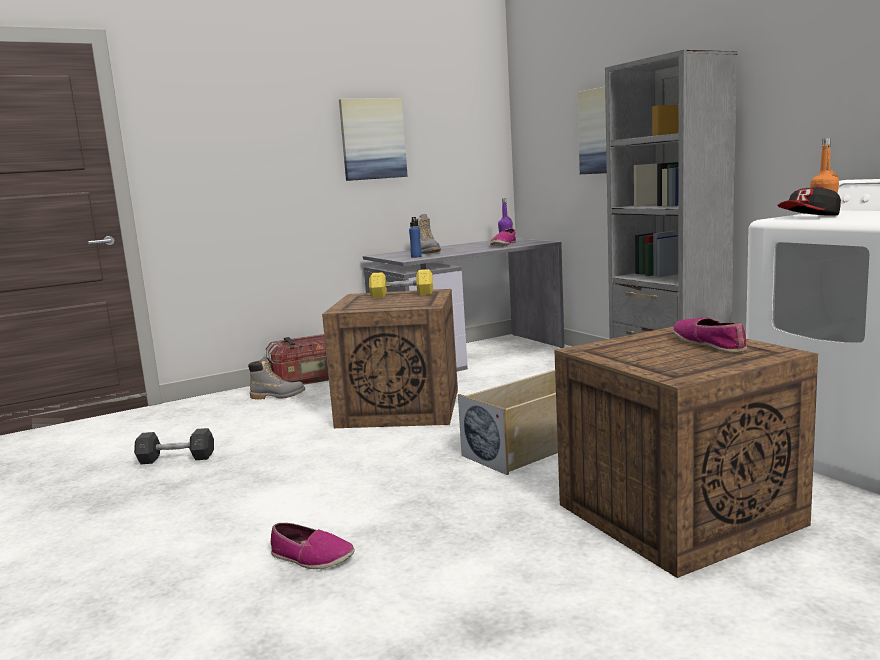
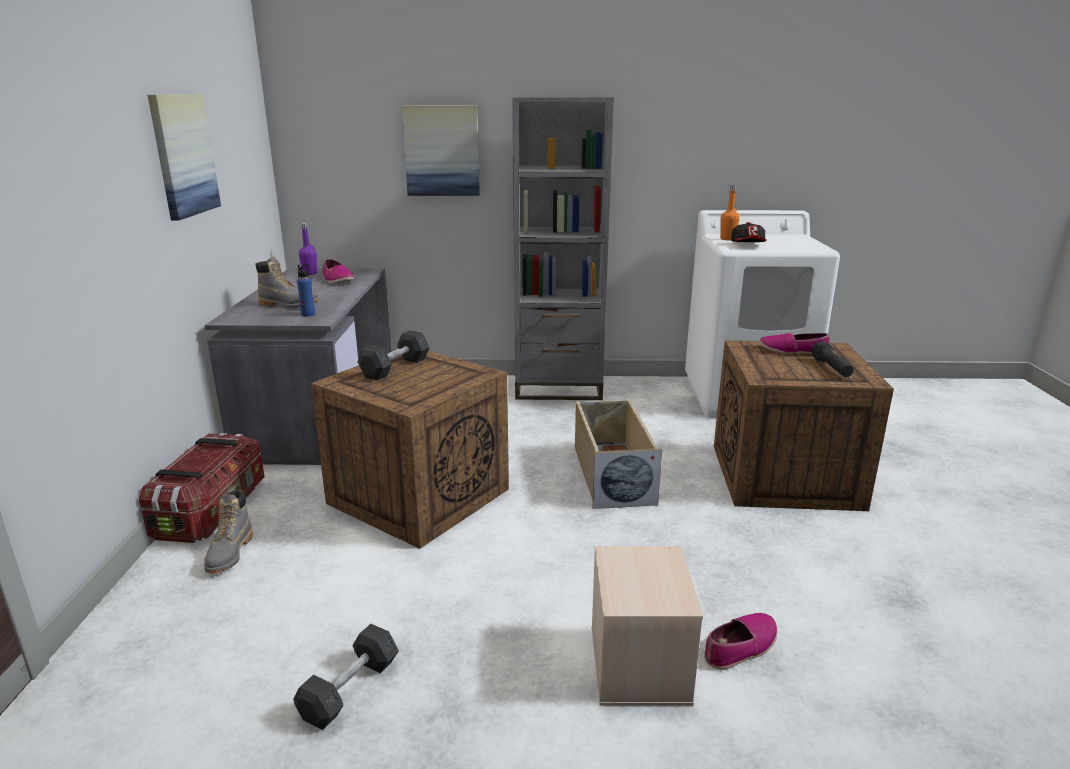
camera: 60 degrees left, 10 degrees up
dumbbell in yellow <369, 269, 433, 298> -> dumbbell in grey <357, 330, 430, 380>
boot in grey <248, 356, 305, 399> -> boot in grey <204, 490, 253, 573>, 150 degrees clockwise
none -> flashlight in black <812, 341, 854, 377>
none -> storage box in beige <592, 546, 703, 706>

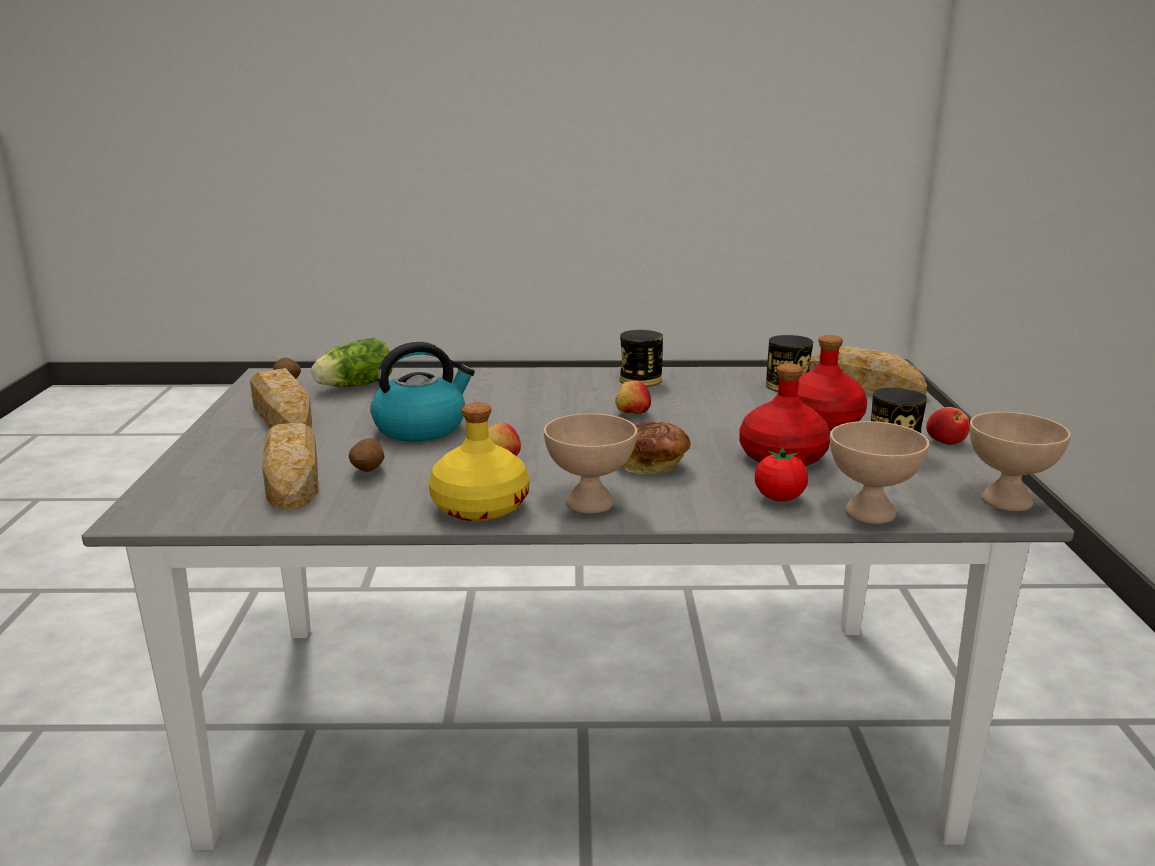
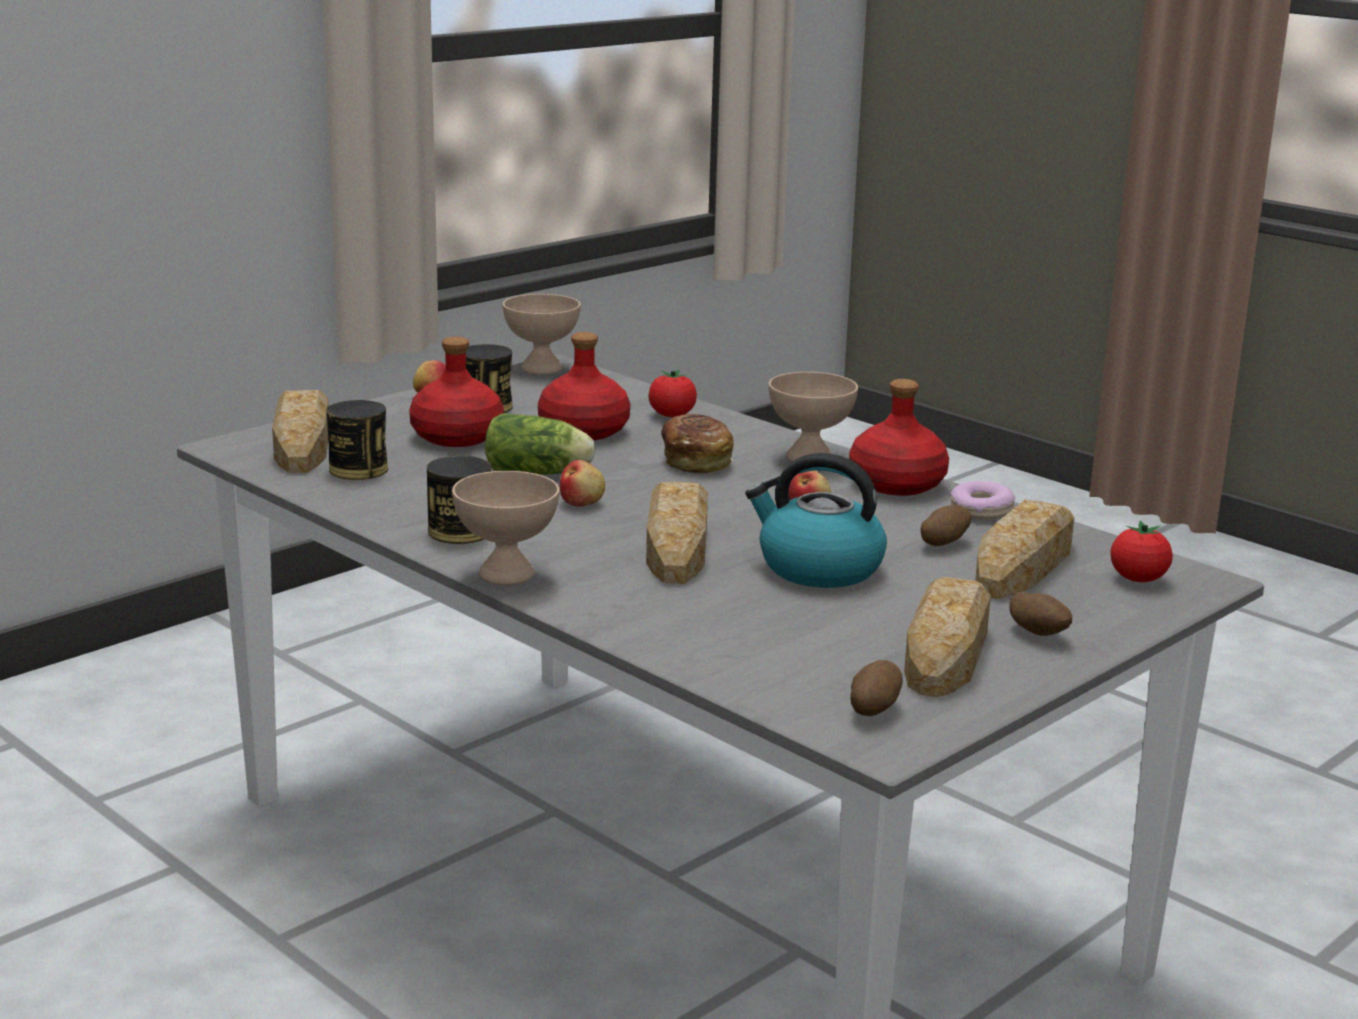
camera: 135 degrees left, 0 degrees up
lettuce <311, 338, 393, 387> -> lettuce <485, 413, 595, 475>, relocated
bottle in yellow <429, 402, 529, 521> -> bottle in red <849, 379, 949, 496>
bowl in beige <830, 421, 929, 524> -> bowl in beige <452, 471, 560, 585>, relocated
none -> donut <950, 481, 1015, 520>
none -> bread <646, 482, 708, 584>
none -> tomato <1111, 521, 1173, 582>
none -> potato <1009, 592, 1072, 636>

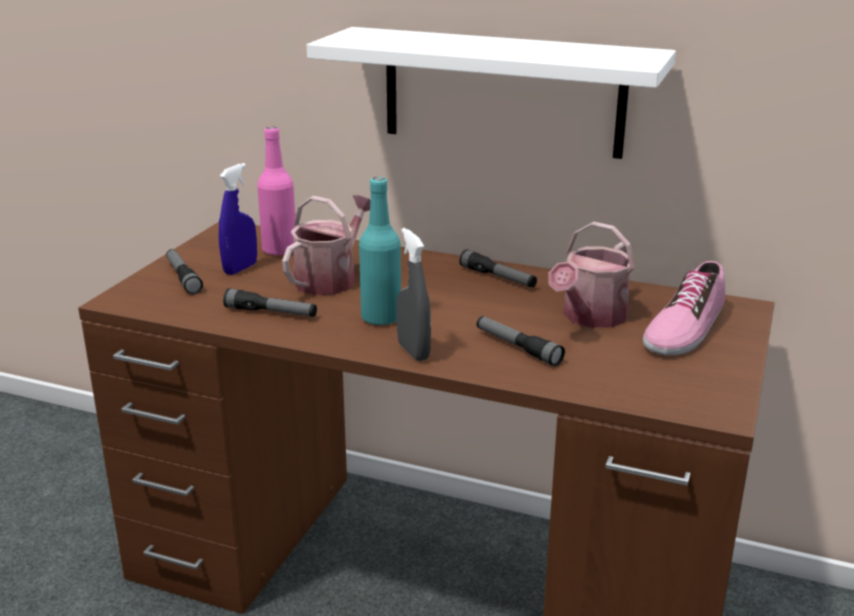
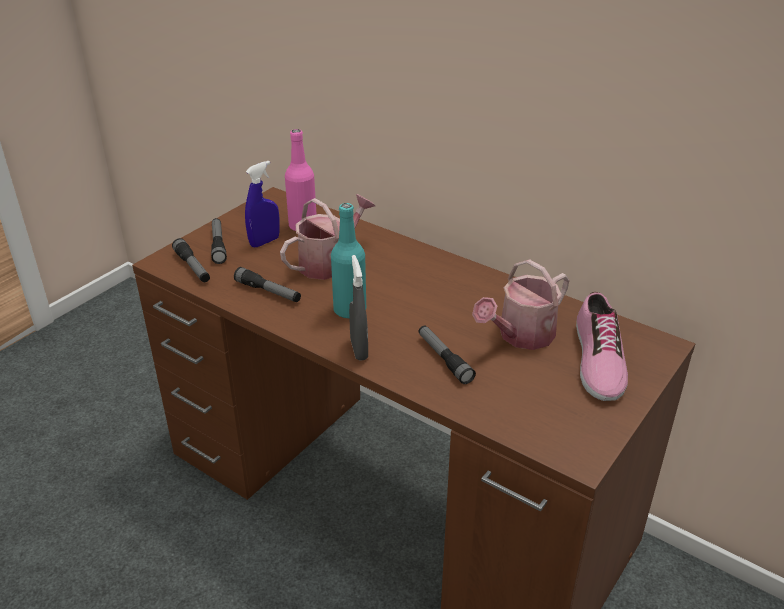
camera: 15 degrees right, 10 degrees up
shelf in white <307, 27, 676, 159> -> none
flashlight <459, 249, 537, 287> -> flashlight <172, 238, 210, 282>, relocated
shoe <643, 260, 725, 355> -> shoe <576, 292, 628, 401>, 45 degrees counterclockwise

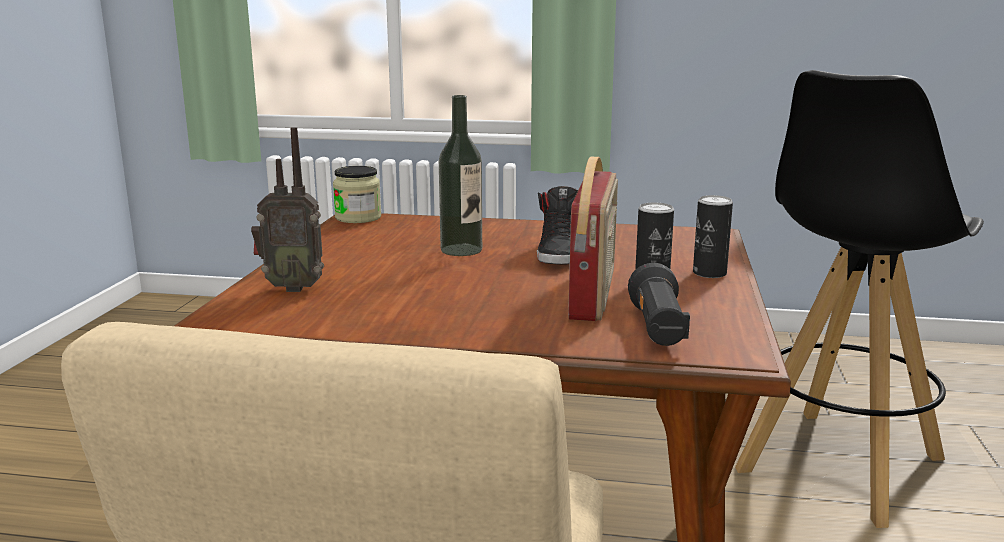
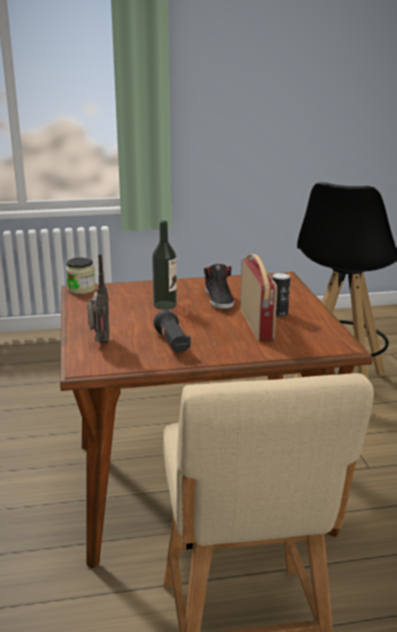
camera: 20 degrees left, 5 degrees up
radio <251, 127, 324, 292> -> radio <87, 254, 109, 343>, 75 degrees counterclockwise
can <693, 195, 733, 278> -> none
flashlight in black <628, 263, 690, 346> -> flashlight in black <153, 310, 190, 353>, relocated

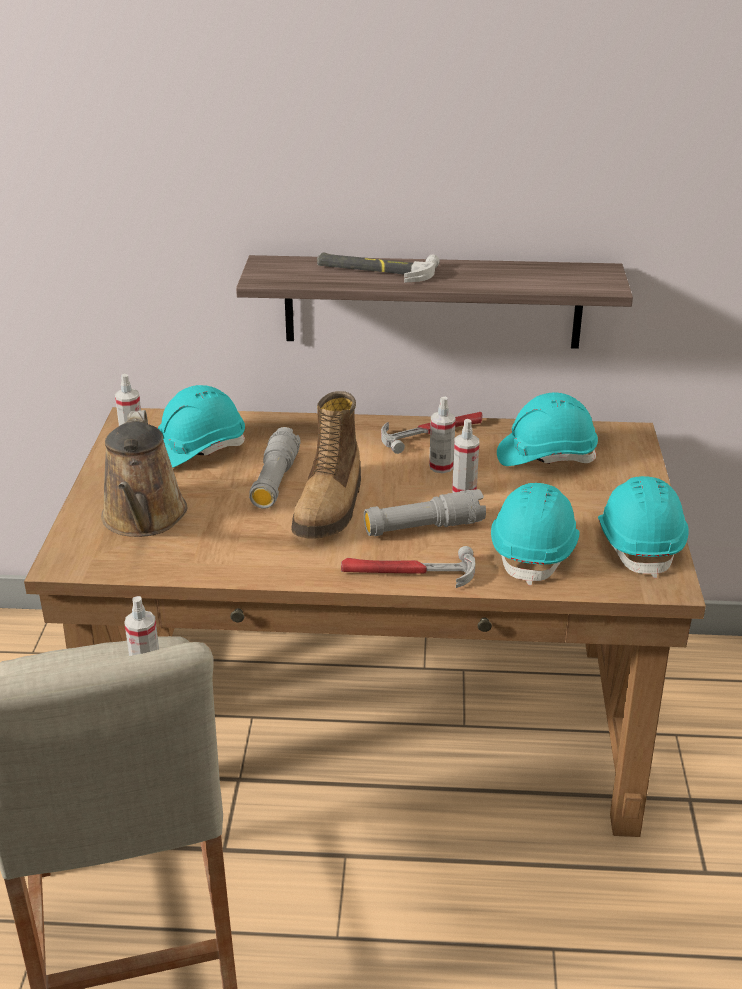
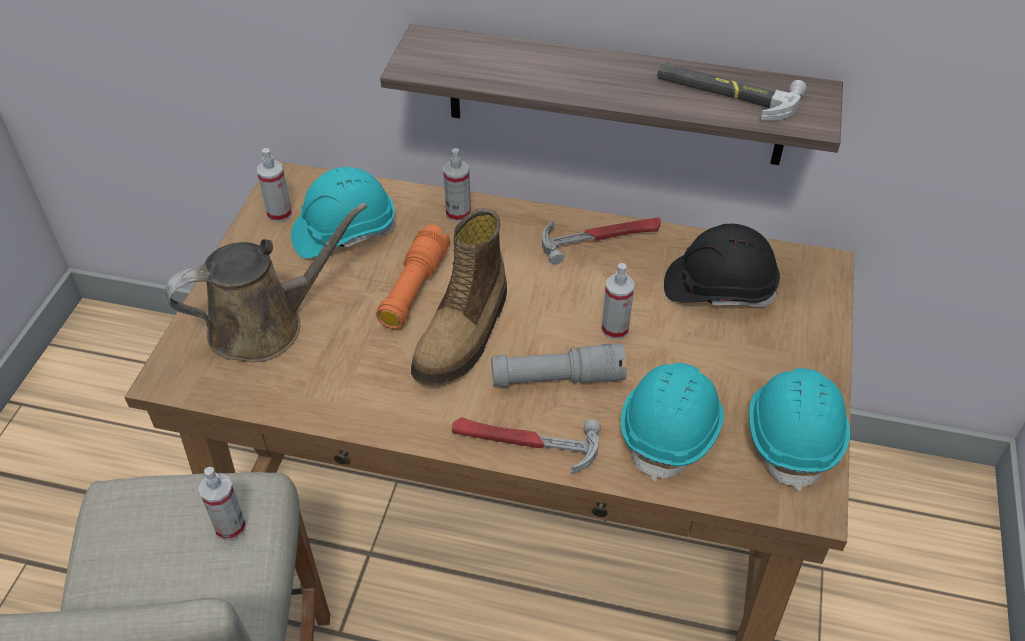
camera: 10 degrees right, 15 degrees up
hammer <317, 252, 440, 282> -> hammer <657, 61, 807, 121>, relocated
hard hat in turquoise <497, 392, 598, 466> -> hard hat in black <664, 224, 780, 307>
spray bottle <429, 397, 456, 473> -> spray bottle <443, 148, 471, 222>, relocated
watering can in brown <101, 410, 187, 537> -> watering can in brown <165, 202, 367, 362>, 120 degrees counterclockwise
flashlight in grey <249, 427, 301, 509> -> flashlight in orange <376, 225, 450, 329>

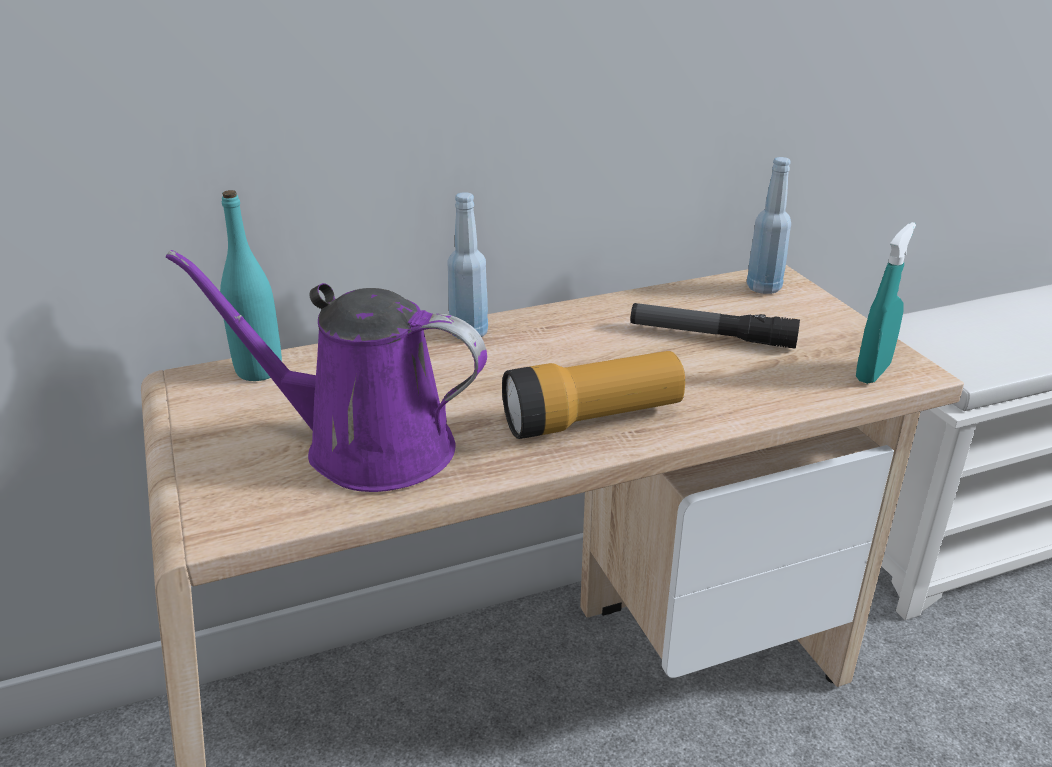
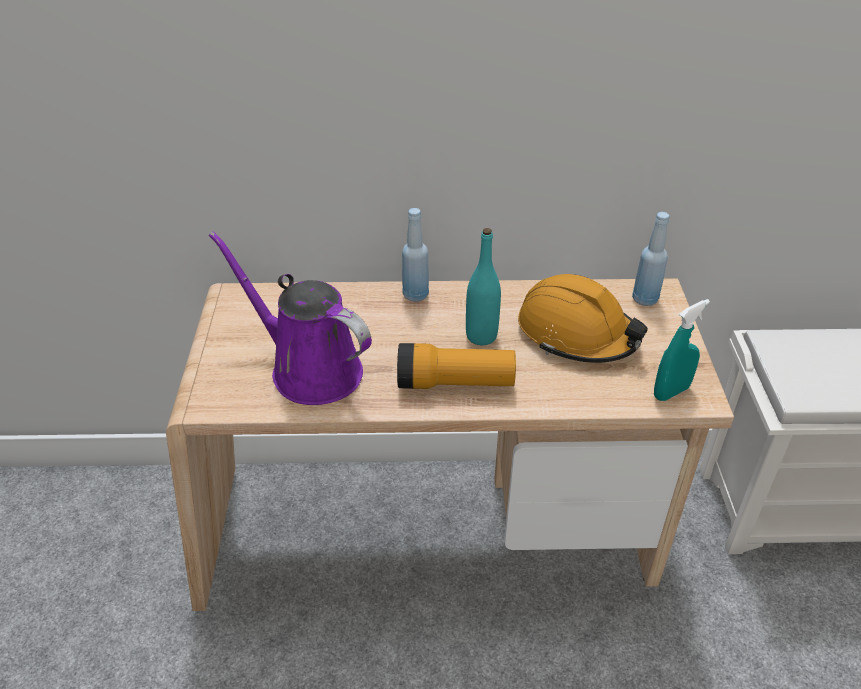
camera: 20 degrees right, 10 degrees up
bottle in turquoise <220, 190, 282, 381> -> bottle in turquoise <466, 228, 501, 345>, relocated
flashlight <630, 303, 800, 349> -> hard hat in orange <518, 274, 648, 363>

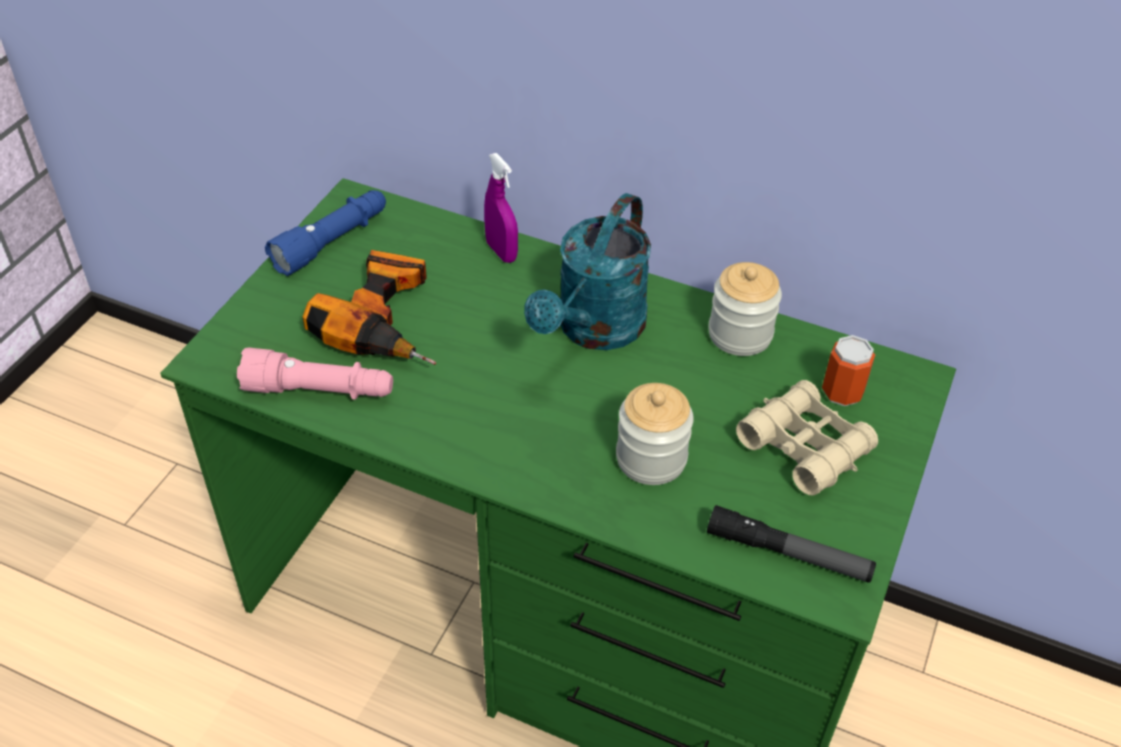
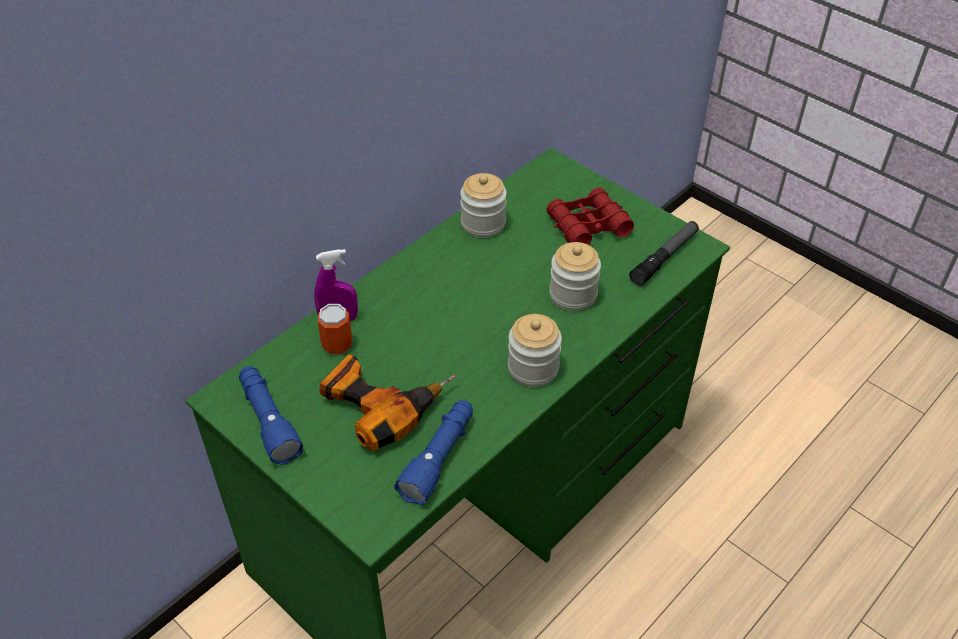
camera: 70 degrees left, 0 degrees up
watering can in turquoise <524, 193, 651, 350> -> none
can <822, 335, 875, 406> -> can <318, 304, 352, 355>, relocated
flashlight in pink <237, 348, 393, 400> -> flashlight in blue <394, 400, 473, 506>
binoculars in beige <736, 380, 878, 495> -> binoculars in red <547, 188, 634, 245>
none -> jar <508, 314, 562, 387>

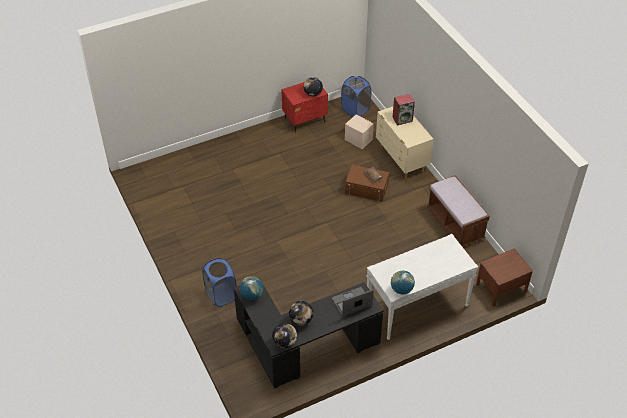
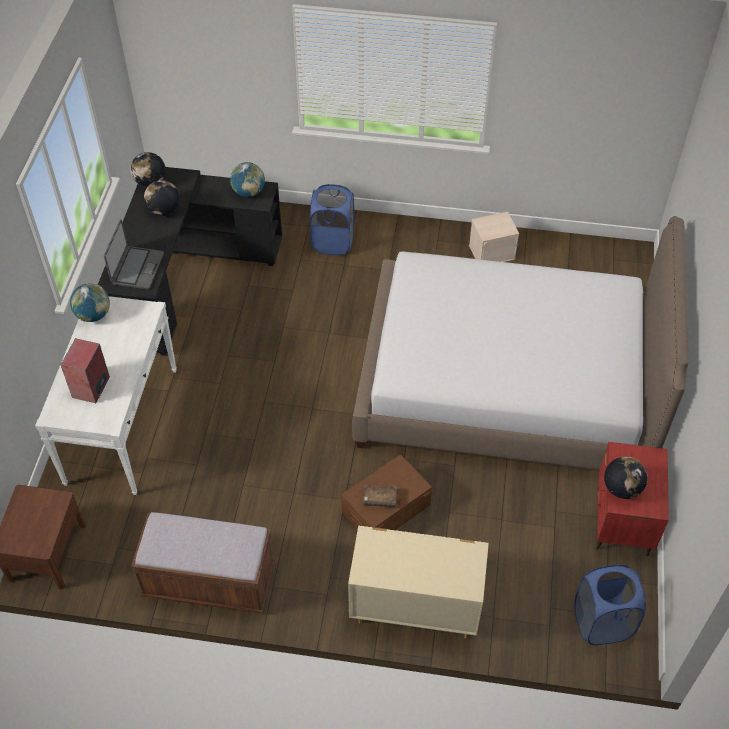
camera: 125 degrees right, 5 degrees up
speaker <392, 94, 415, 126> -> speaker <61, 338, 110, 403>, relocated
storage box in beige <345, 115, 374, 149> -> storage box in beige <469, 212, 519, 262>, relocated
none -> bed <352, 216, 689, 470>

